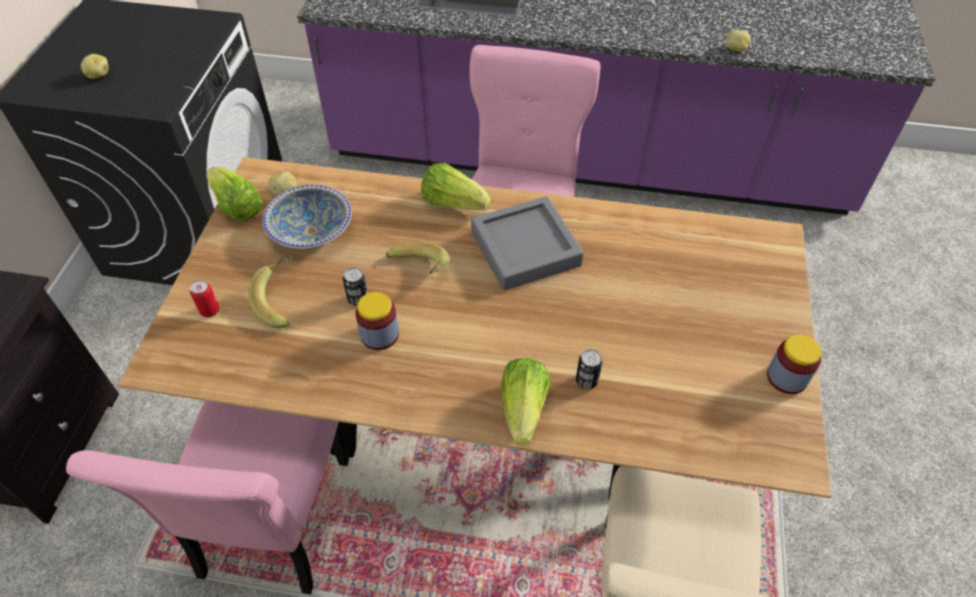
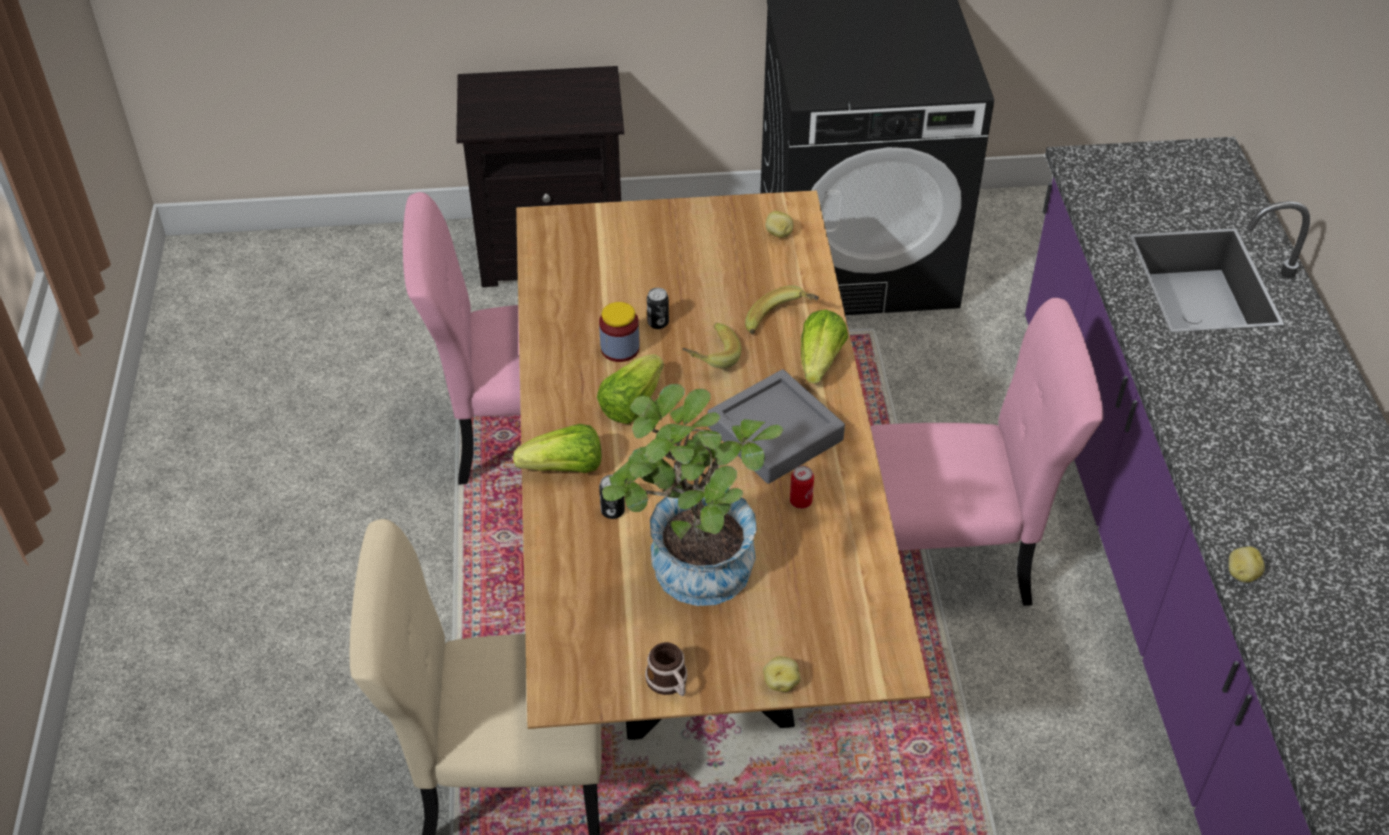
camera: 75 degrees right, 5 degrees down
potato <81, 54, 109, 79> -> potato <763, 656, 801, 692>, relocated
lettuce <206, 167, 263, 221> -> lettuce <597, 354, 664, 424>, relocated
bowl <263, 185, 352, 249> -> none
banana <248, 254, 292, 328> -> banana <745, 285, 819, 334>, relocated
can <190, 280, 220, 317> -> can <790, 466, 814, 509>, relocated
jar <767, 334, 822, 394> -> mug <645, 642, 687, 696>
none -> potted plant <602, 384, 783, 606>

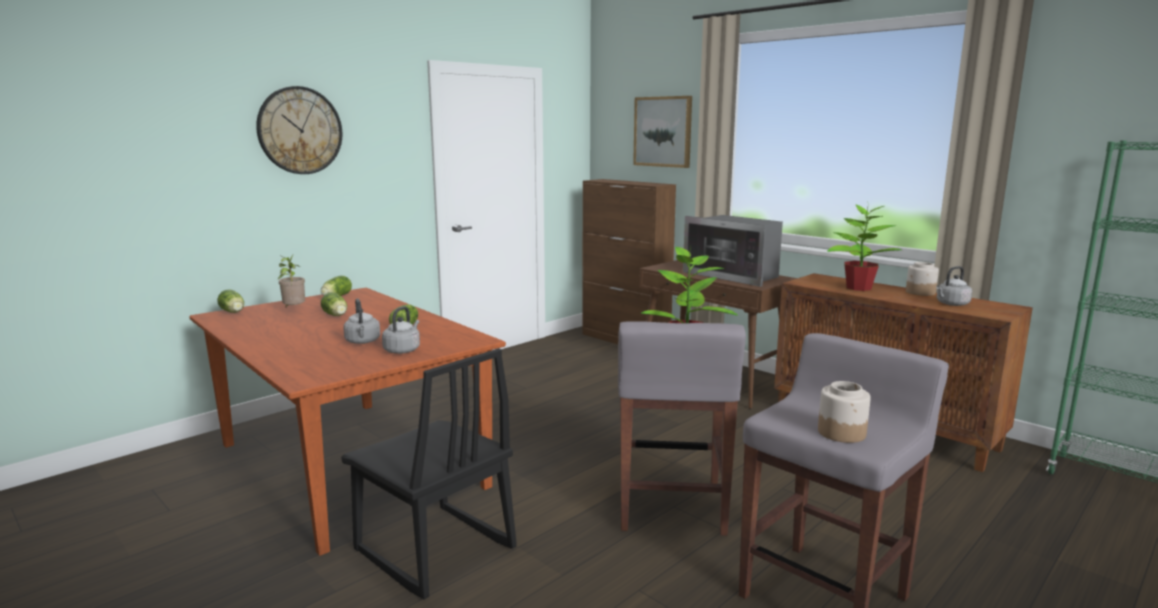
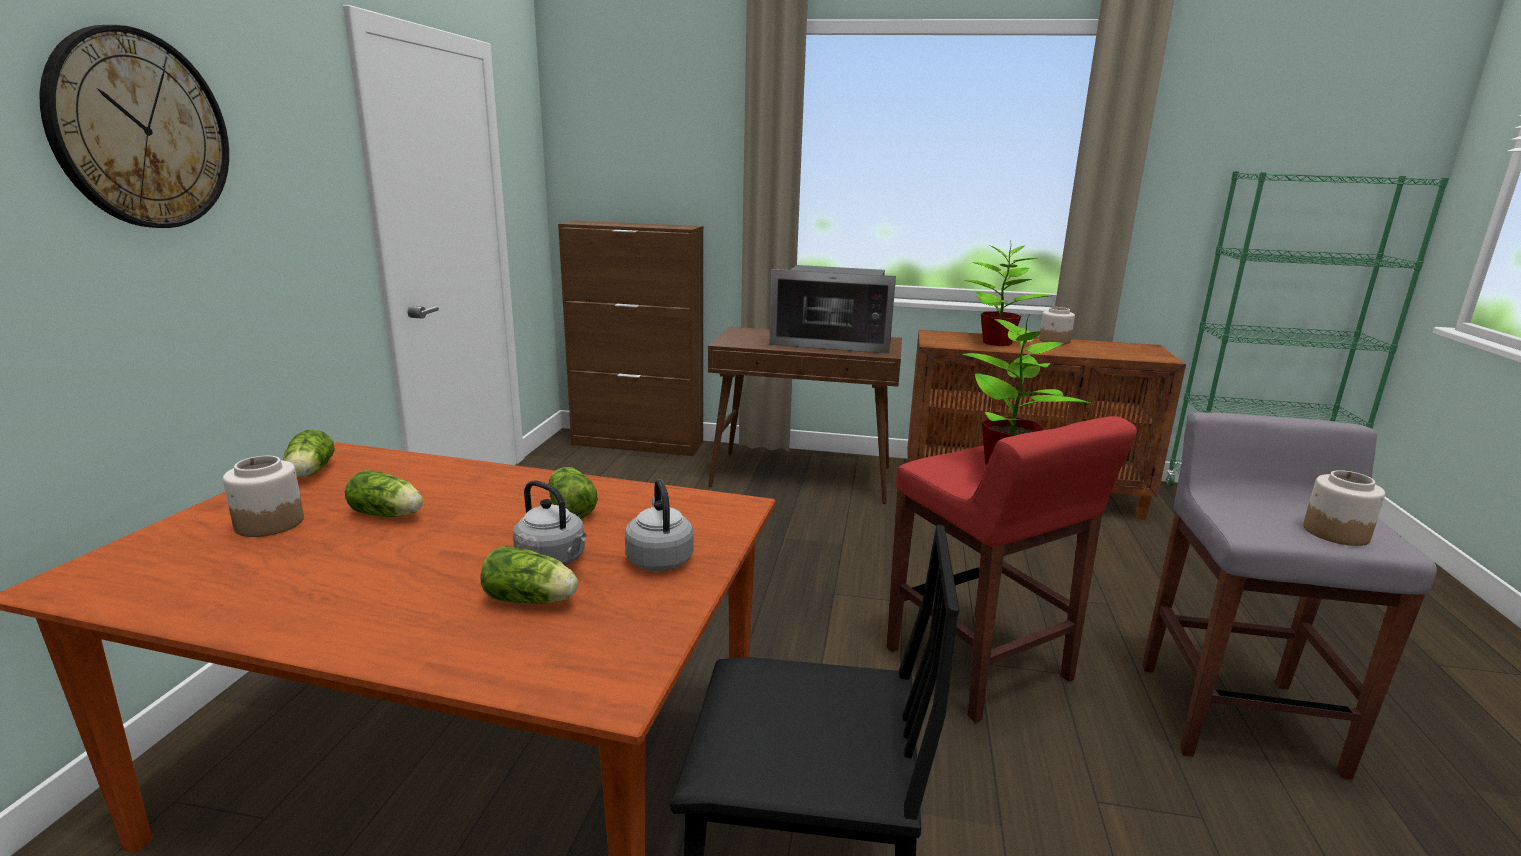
camera: 35 degrees left, 5 degrees up
picture <633, 96, 692, 168> -> none
potted plant <277, 255, 305, 307> -> jar <223, 456, 304, 537>
kettle in grey <936, 266, 972, 306> -> none
lettuce <217, 289, 244, 313> -> lettuce <480, 546, 578, 604>, relocated
stool in grey <618, 321, 746, 536> -> stool in red <887, 416, 1137, 723>

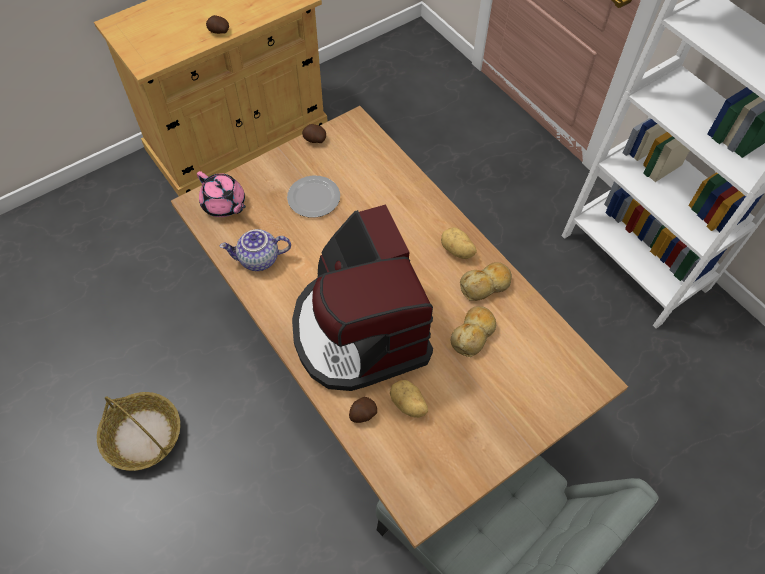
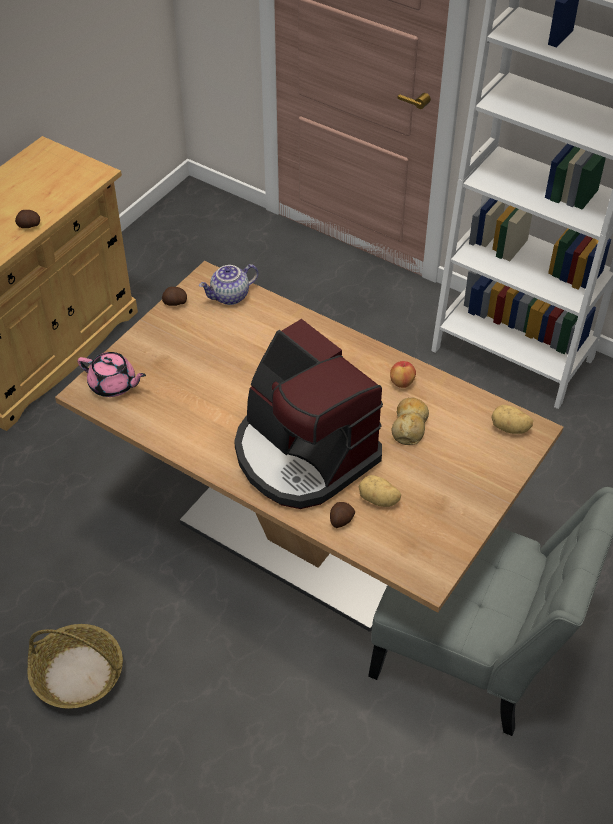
camera: 20 degrees left, 10 degrees down
plate <287, 175, 340, 218> -> none
potato <441, 227, 477, 259> -> potato <491, 405, 533, 434>, relocated
teapot <219, 229, 291, 271> -> teapot <199, 264, 258, 305>, relocated
bread <460, 262, 512, 301> -> apple <390, 361, 416, 388>

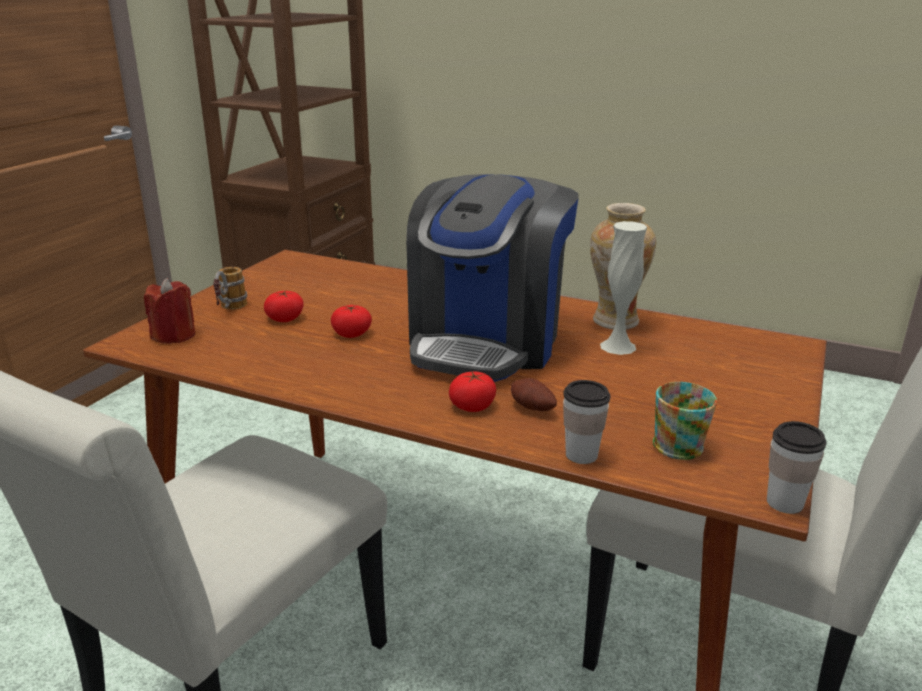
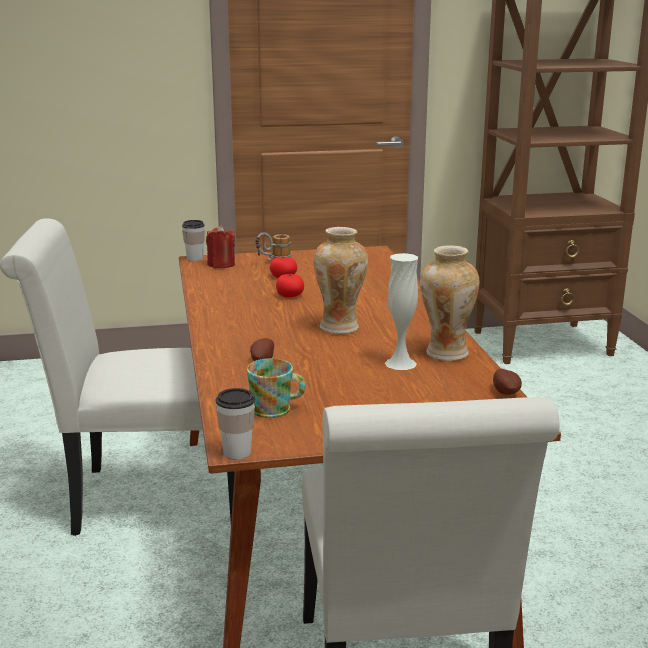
camera: 55 degrees right, 5 degrees down
coffee machine <406, 174, 579, 382> -> vase <314, 227, 368, 334>
tomato <449, 372, 496, 412> -> none
cup <563, 380, 610, 464> -> cup <182, 220, 205, 261>, relocated
none -> potato <493, 369, 522, 395>

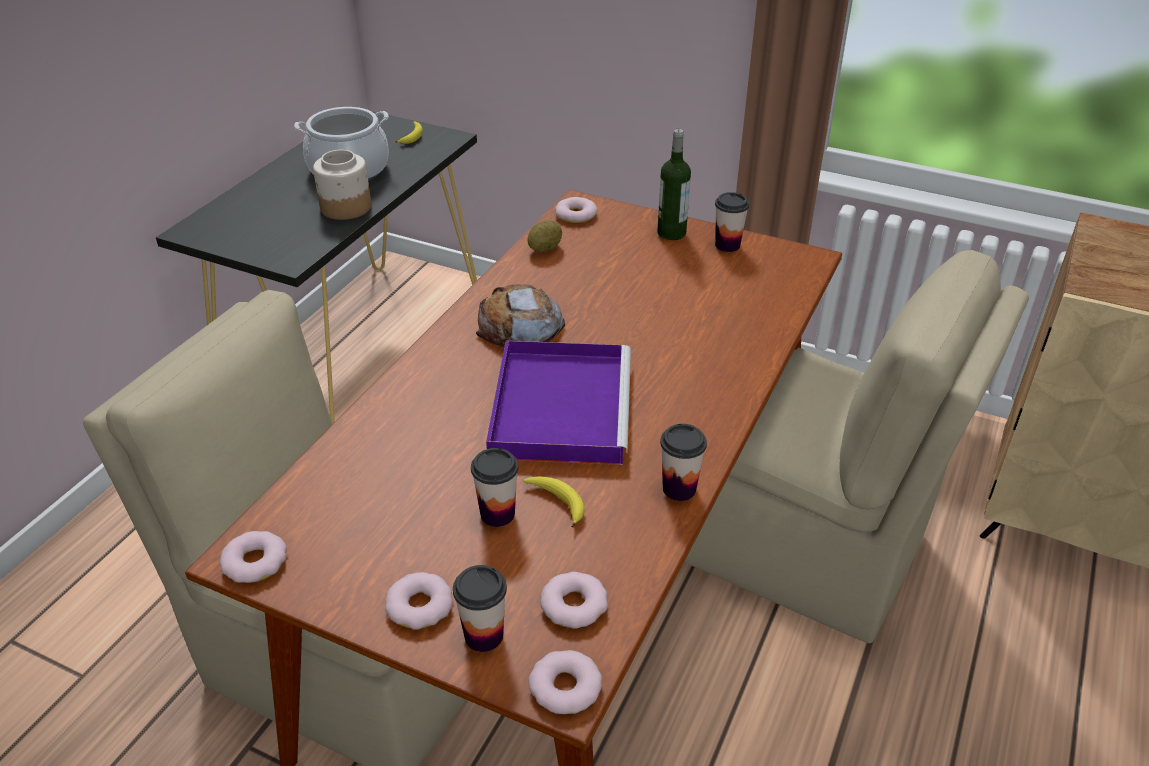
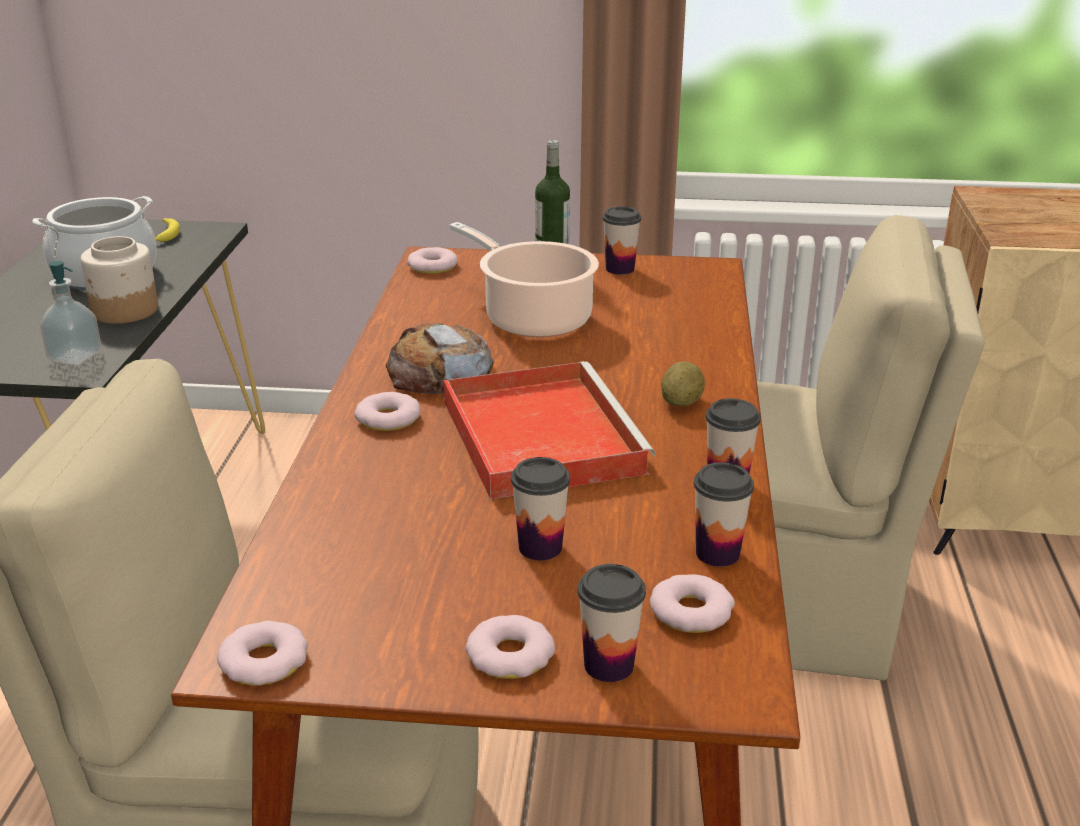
camera: 20 degrees left, 10 degrees down
potato <527, 220, 562, 252> -> potato <661, 361, 705, 406>, relocated
tray in purple <486, 341, 631, 465> -> tray in red <444, 361, 655, 500>
banana <523, 476, 584, 528> -> none
donut <528, 650, 602, 714> -> donut <354, 392, 421, 431>, relocated
none -> cooking pot <449, 222, 599, 337>
none -> soap dispenser <40, 261, 101, 365>
none -> cup <694, 462, 754, 567>

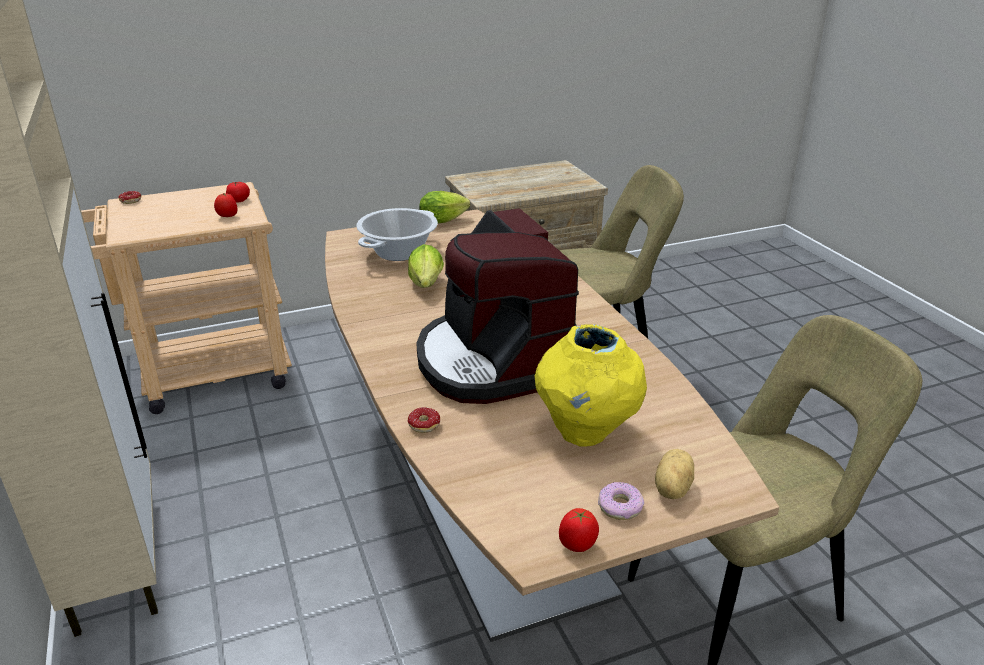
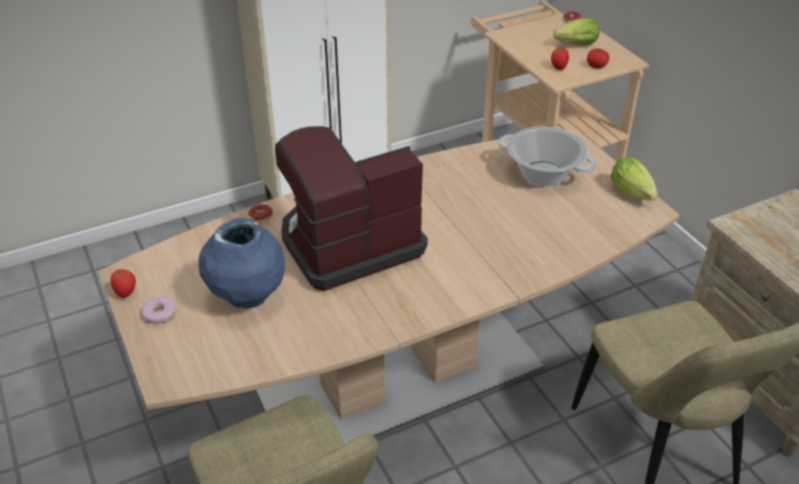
camera: 85 degrees right, 10 degrees up
lettuce <408, 244, 444, 288> -> lettuce <554, 18, 600, 45>, relocated
vase in yellow <535, 324, 647, 447> -> vase in blue <199, 218, 285, 308>
potato <655, 449, 694, 499> -> none

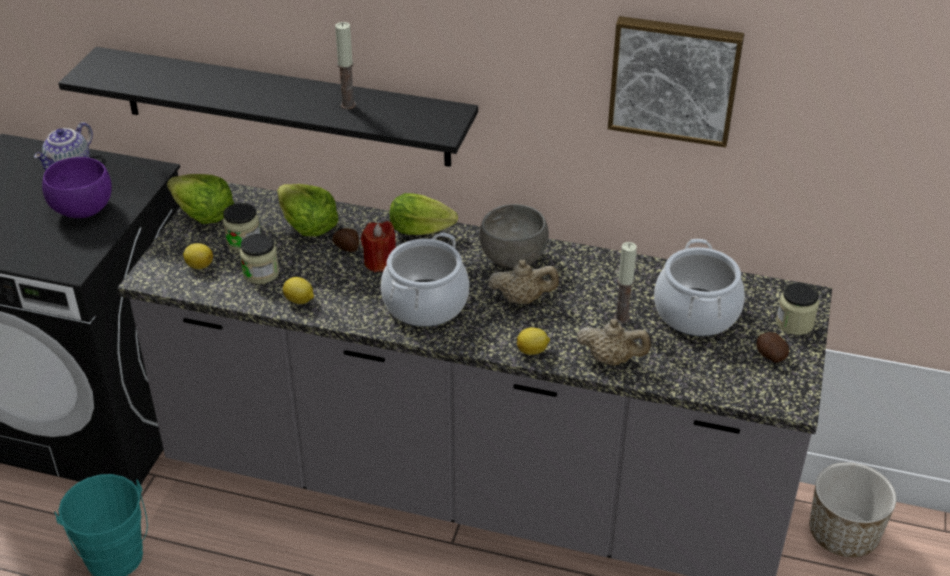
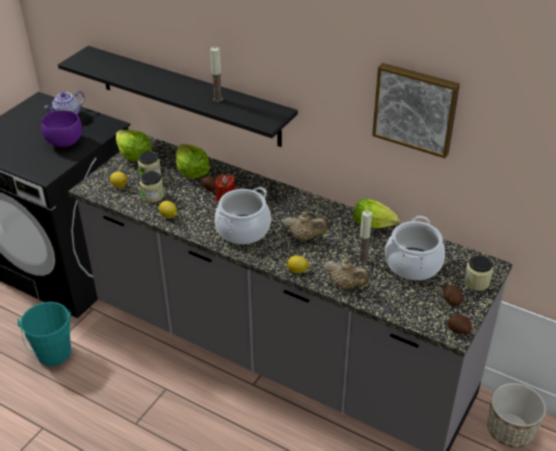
camera: 15 degrees right, 0 degrees up
lettuce <389, 193, 458, 235> -> lettuce <353, 198, 399, 228>, relocated
bowl in grey <479, 204, 549, 268> -> none
none -> potato <448, 314, 472, 335>

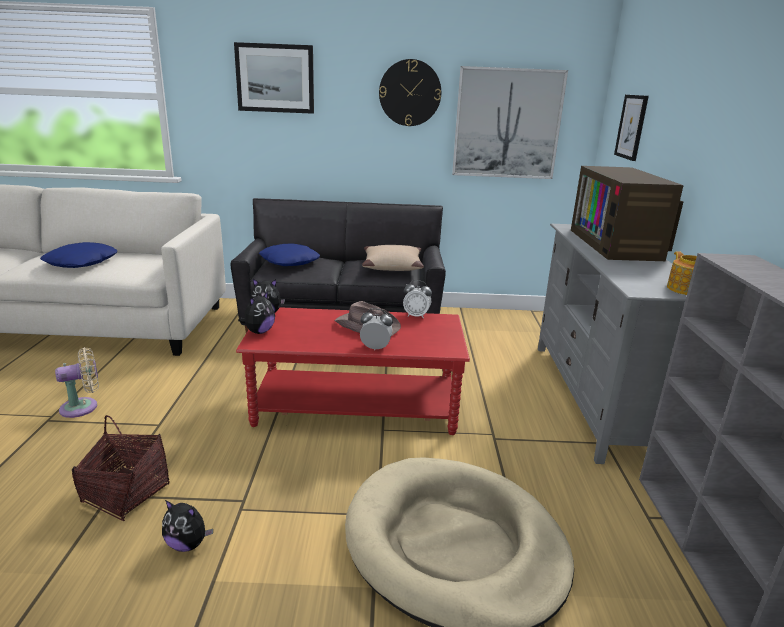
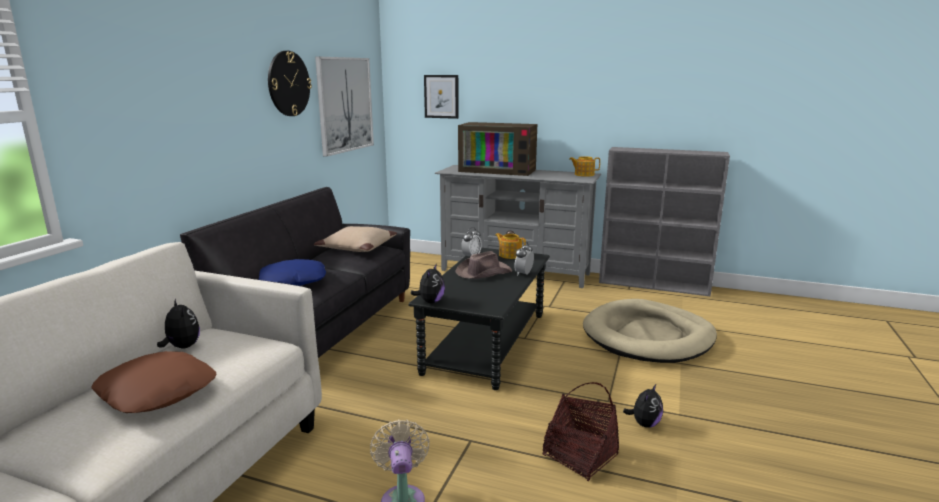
camera: 70 degrees left, 5 degrees down
picture <234, 42, 314, 114> -> none
pillow in blue <40, 242, 117, 268> -> pillow in brown <91, 351, 216, 413>
plush toy <238, 291, 275, 334> -> plush toy <157, 298, 200, 348>, relocated
coffee table in red <236, 307, 470, 435> -> coffee table in black <408, 248, 550, 390>
none -> teapot <495, 233, 526, 259>

